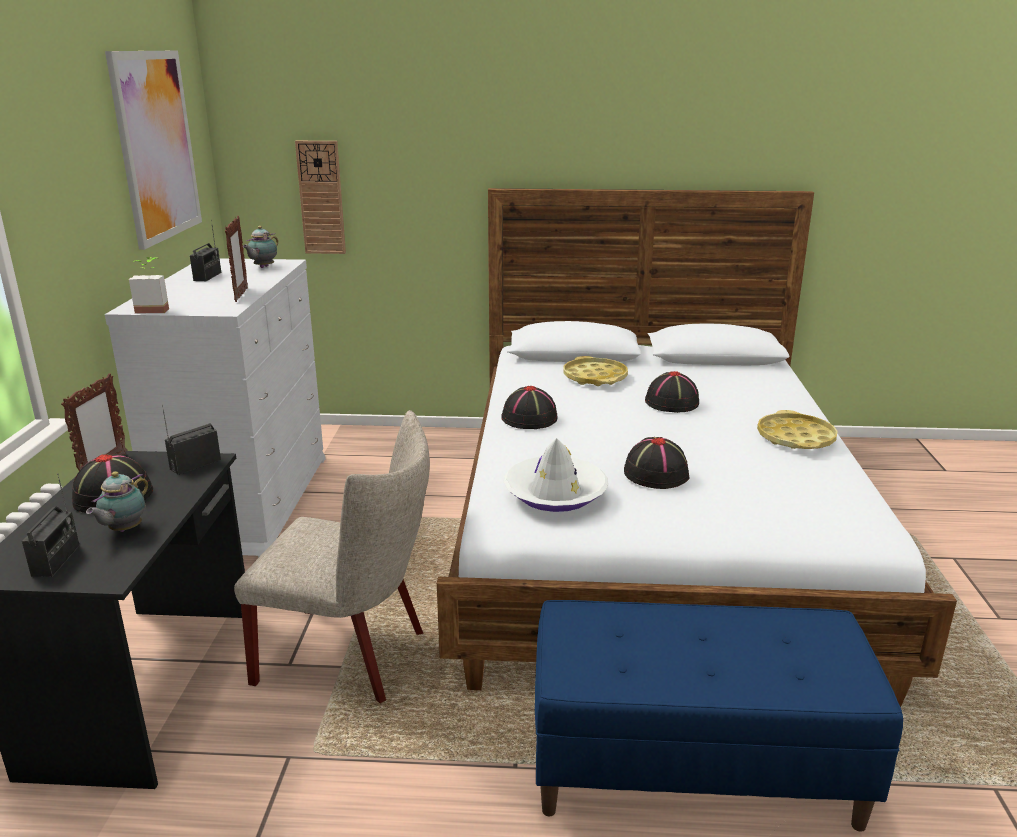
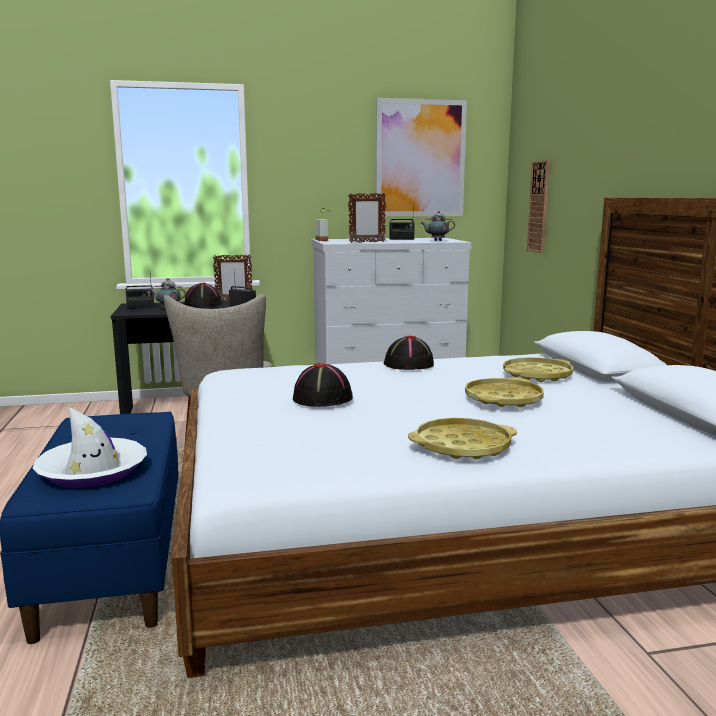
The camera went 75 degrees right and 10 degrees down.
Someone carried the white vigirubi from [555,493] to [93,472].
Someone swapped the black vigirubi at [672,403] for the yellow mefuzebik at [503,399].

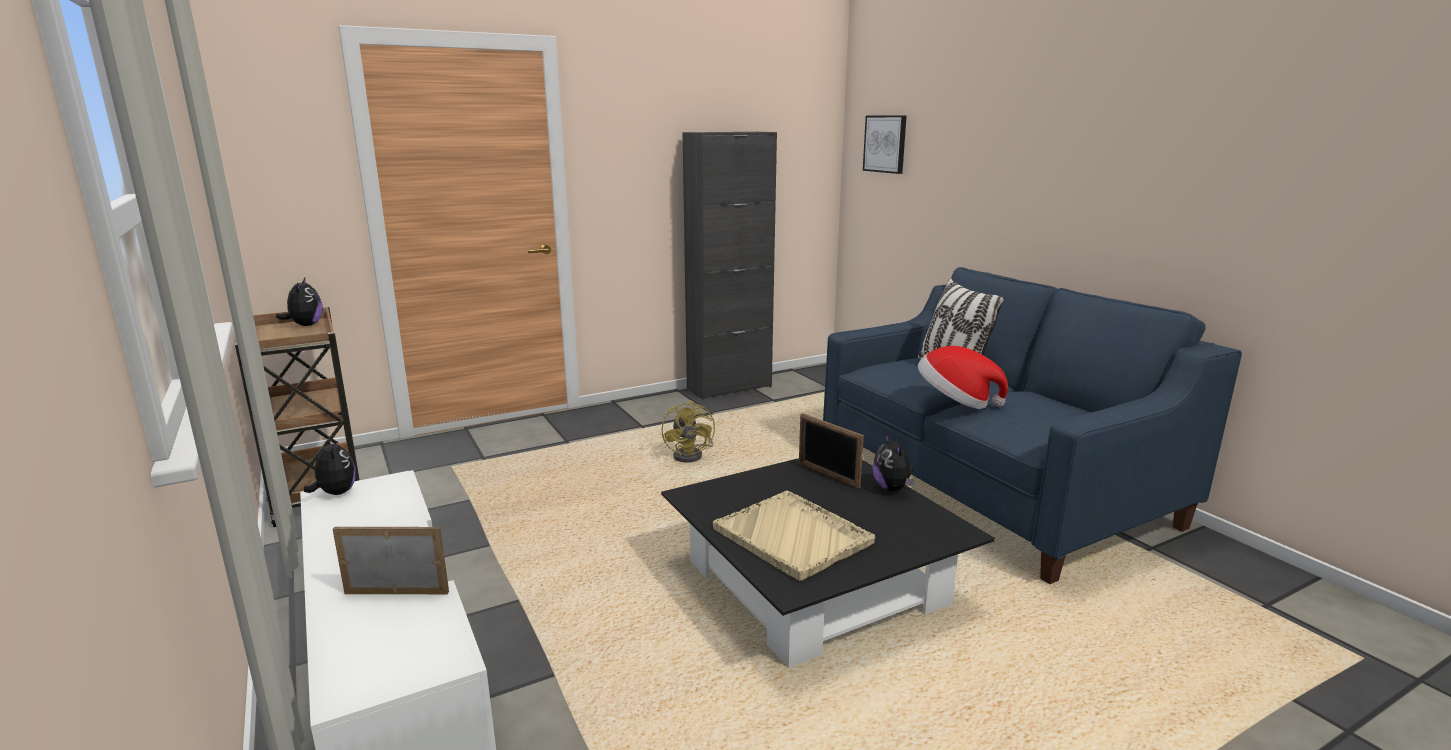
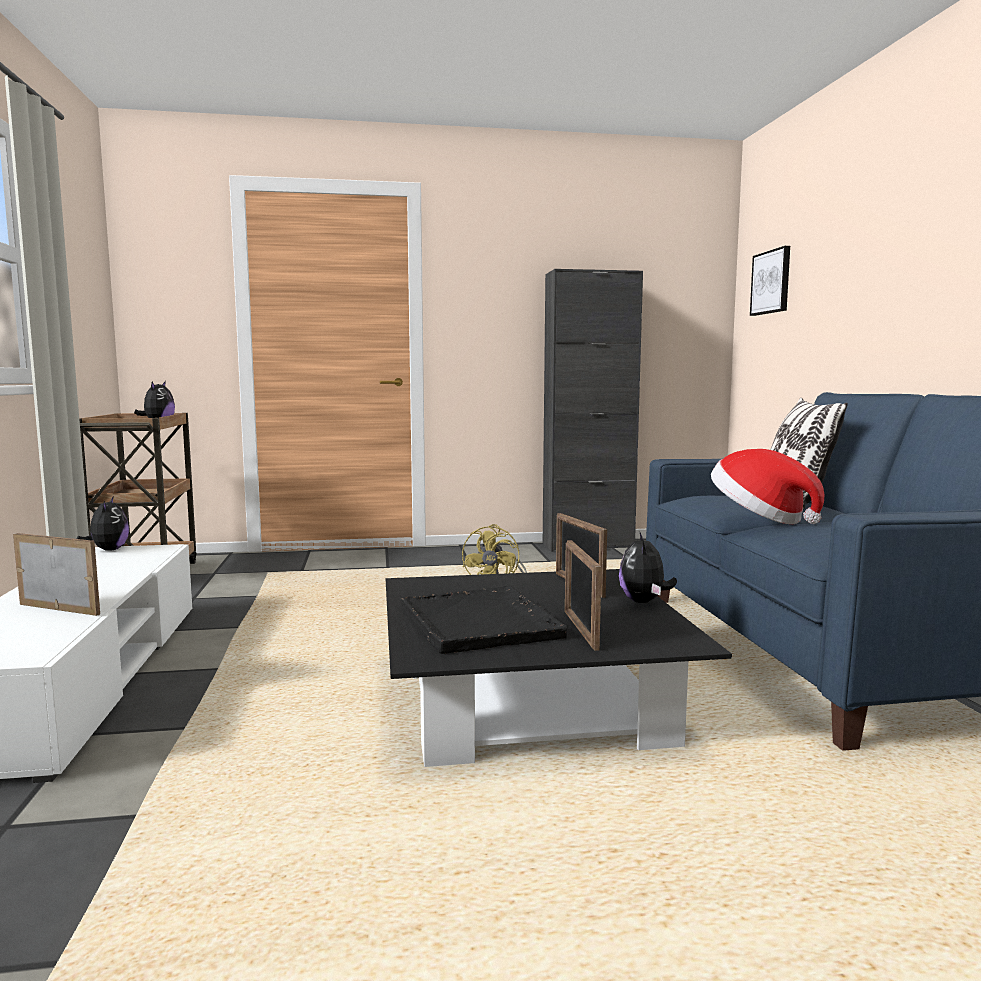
The camera went 20 degrees right and 10 degrees down.
Someone put down the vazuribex at [580,630].
Someone repainted the beige mefuzebik at [793,536], which became the black mefuzebik at [479,622].

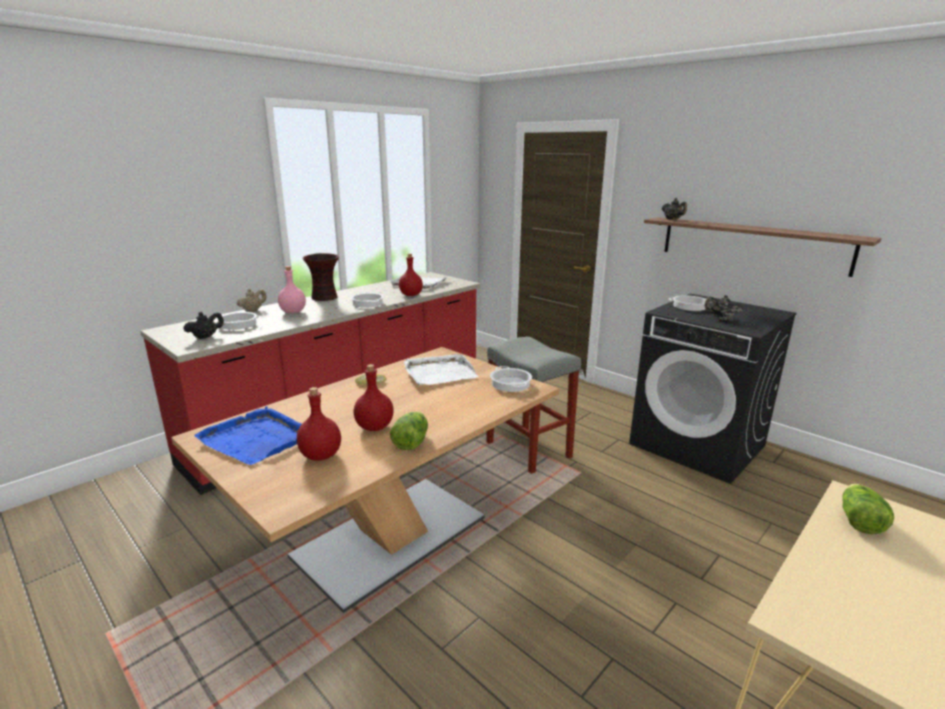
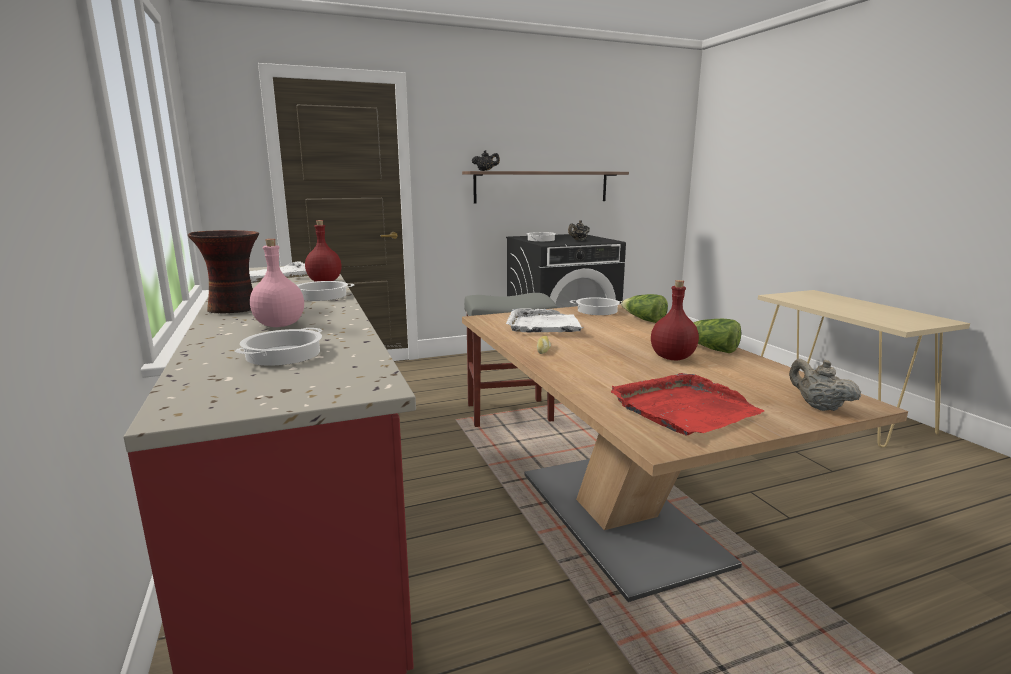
The camera went 65 degrees left and 5 degrees down.
Someone took away the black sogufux at [206,337].
Someone took away the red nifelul at [320,455].
Someone carried the beige sogufux from [253,311] to [818,407].
Someone carried the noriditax from [859,520] to [644,320].
Someone repainted the blue mefuzebik at [256,439], which became the red mefuzebik at [683,409].

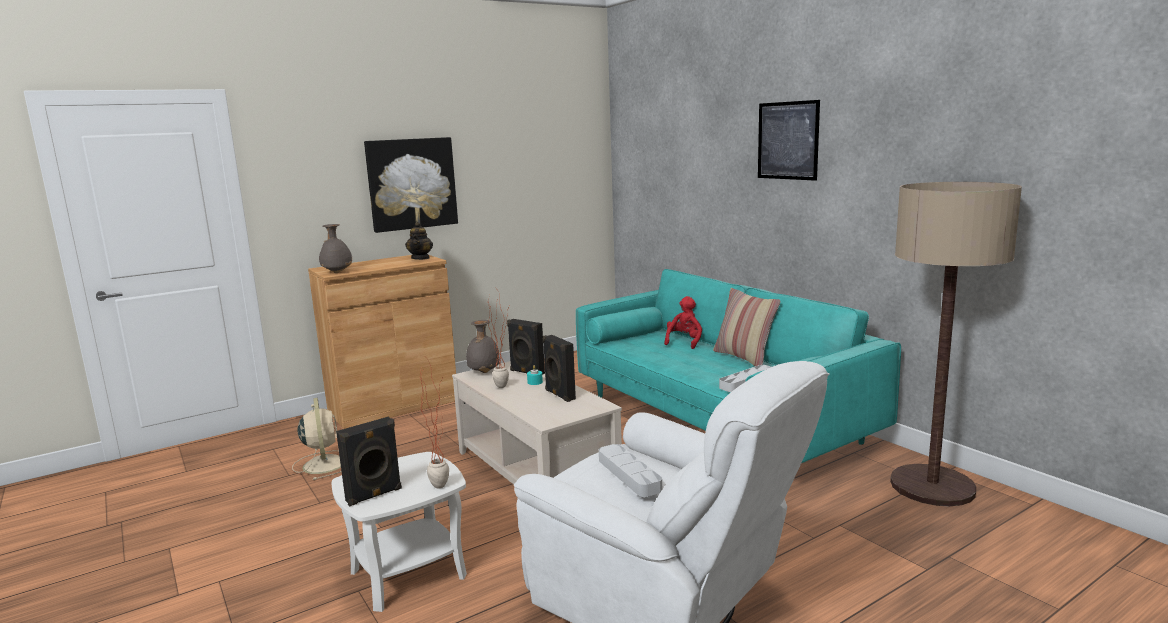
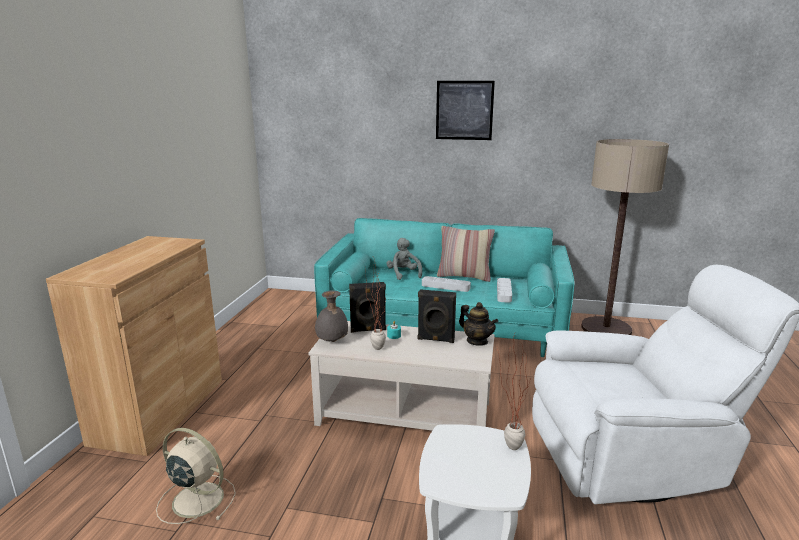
The camera went 45 degrees left and 5 degrees up.
Someone took away the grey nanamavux at [337,272].
Someone took away the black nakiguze at [374,495].
Someone took away the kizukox at [411,183].
Someone carried the sogufux from [420,258] to [477,341].
Someone carried the grey mefuzebik from [629,474] to [445,286].
Someone repainted the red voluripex at [684,342], which became the grey voluripex at [403,274].

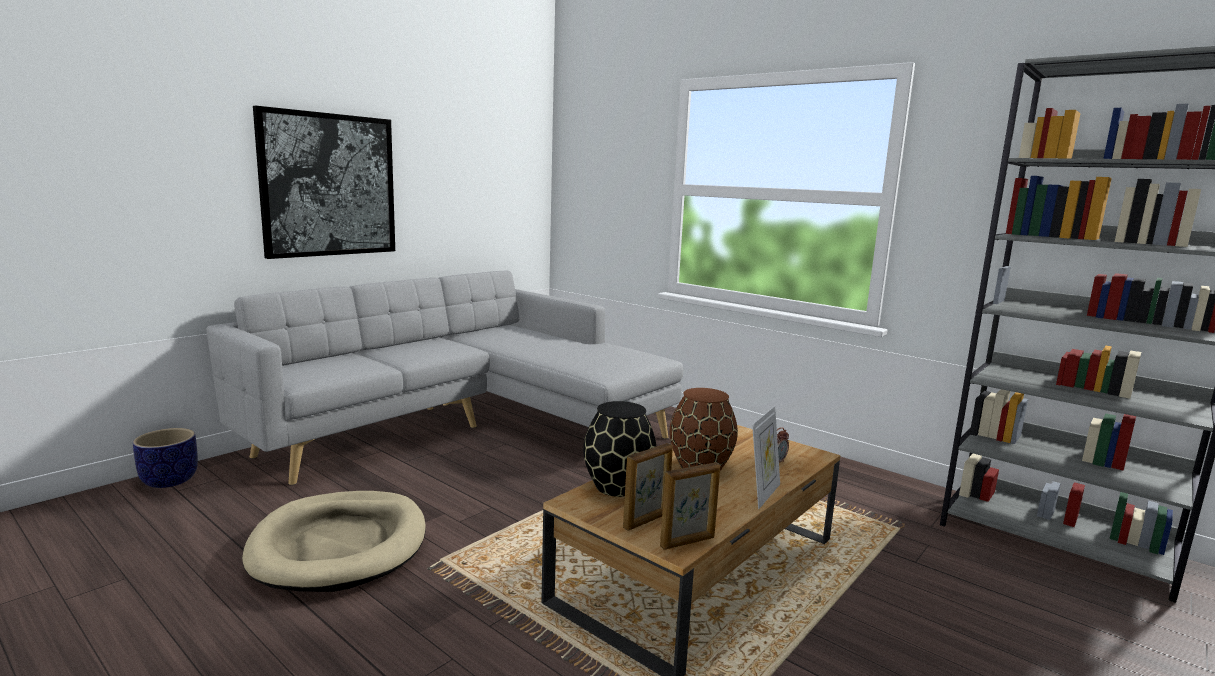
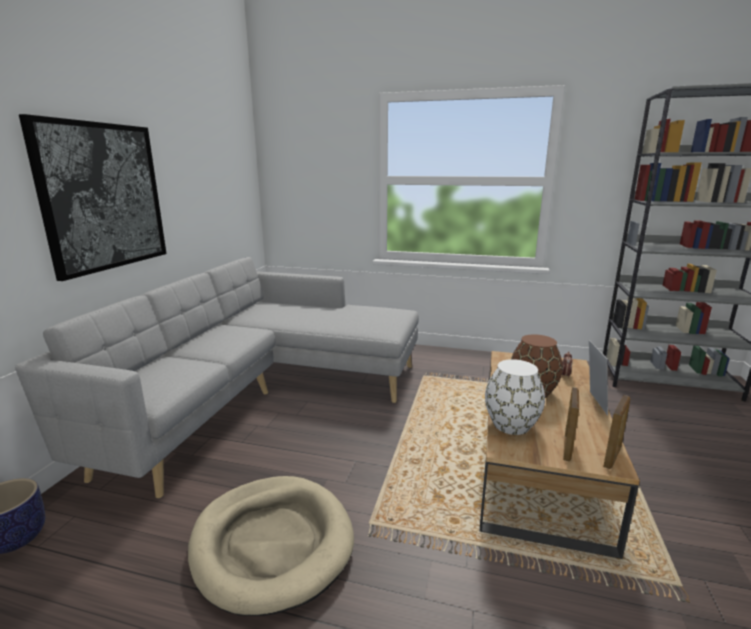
The camera went 25 degrees left and 5 degrees up.
Someone repainted the black nanamavux at [618,486], which became the white nanamavux at [511,424].

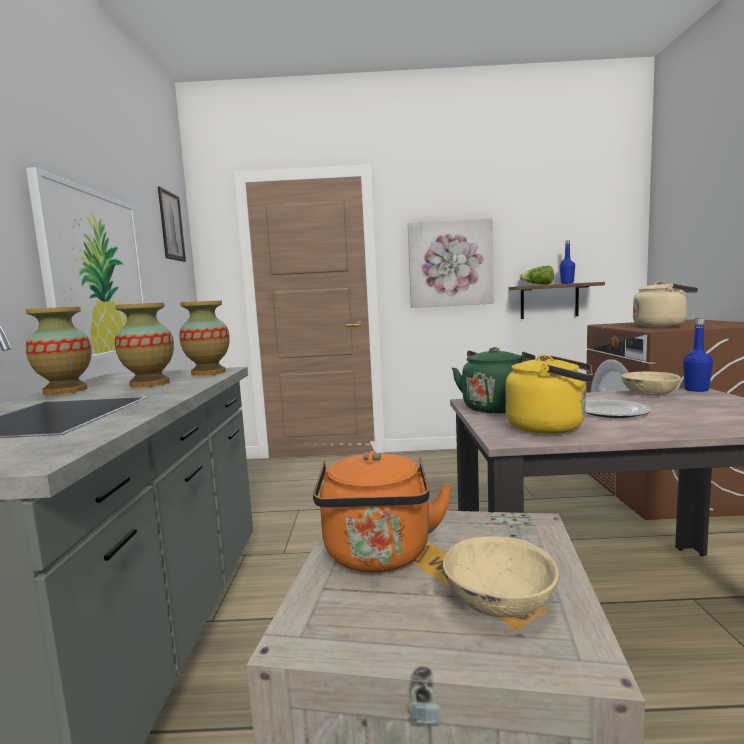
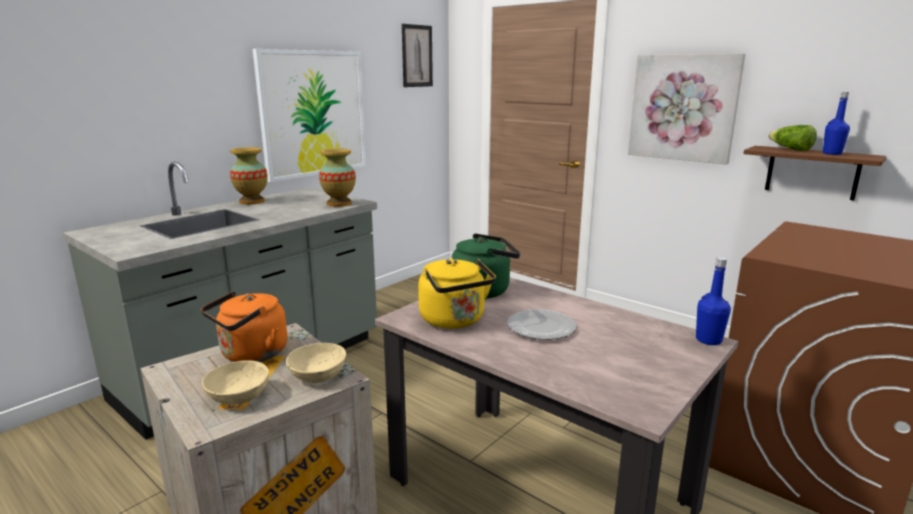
The camera went 40 degrees right and 10 degrees up.
Someone took away the nanamavux at [150,384].
Someone took away the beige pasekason at [662,326].
Someone carried the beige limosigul from [649,394] to [318,375].

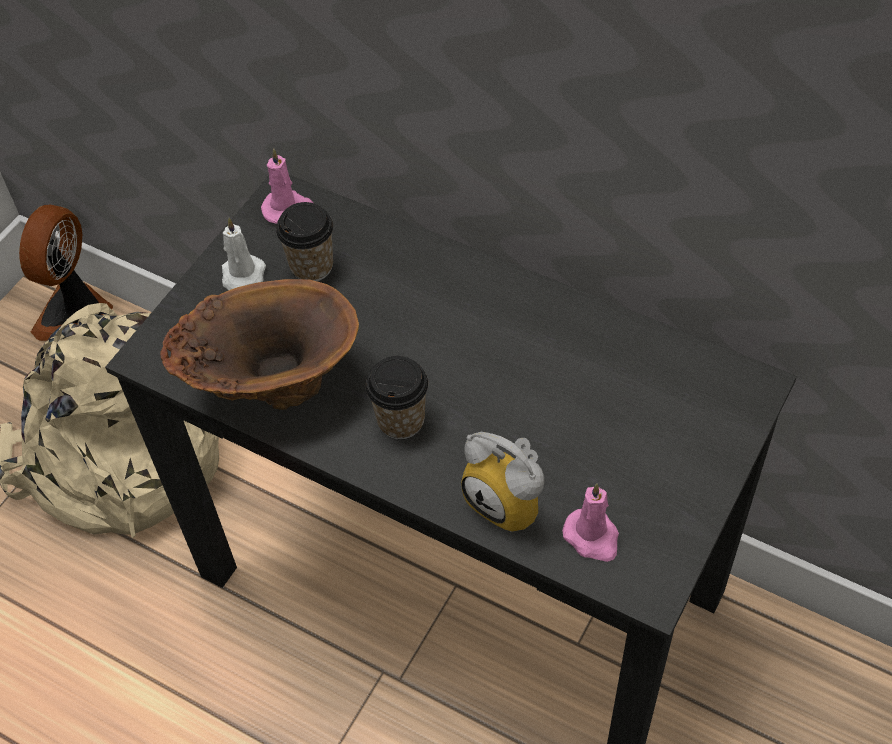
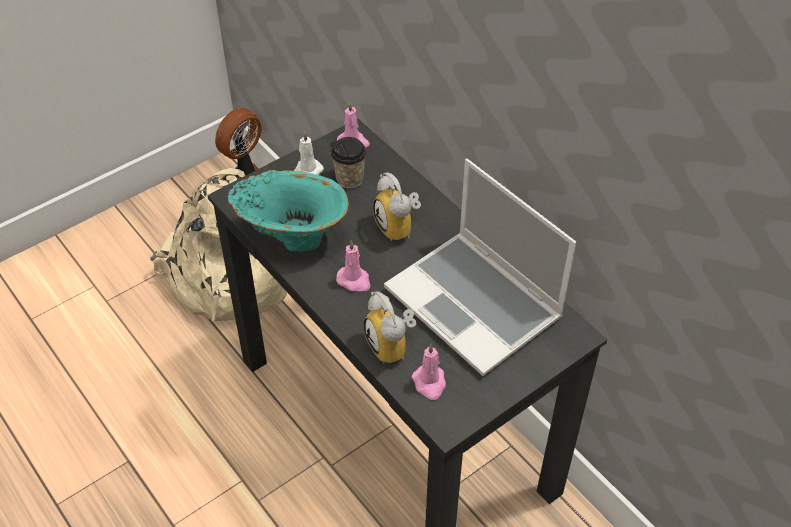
The camera went 20 degrees right and 5 degrees down.
Someone put down the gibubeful at [400,228].
Someone put down the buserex at [476,304].
Someone swapped the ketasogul at [401,420] for the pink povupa at [354,280].
Someone repainted the brown nanamavux at [272,386], which became the turquoise nanamavux at [292,237].

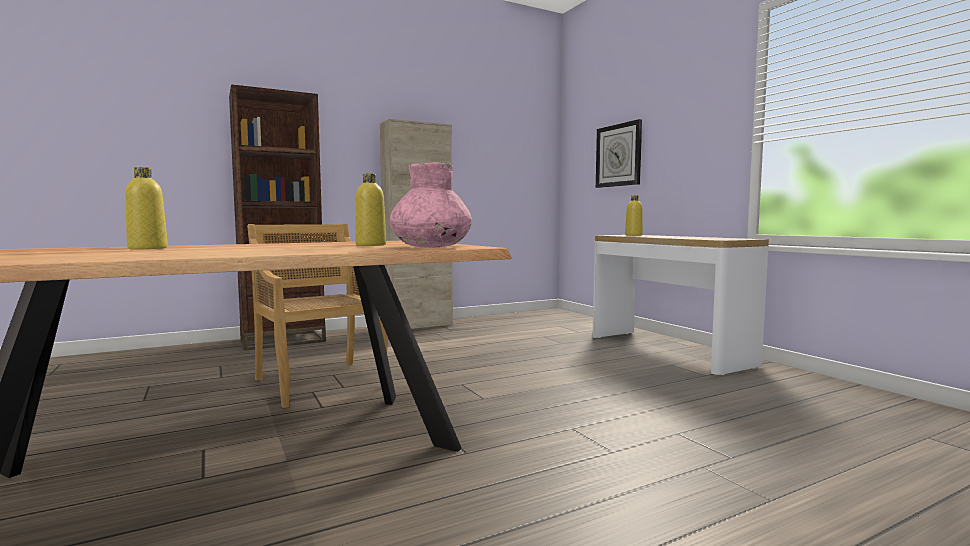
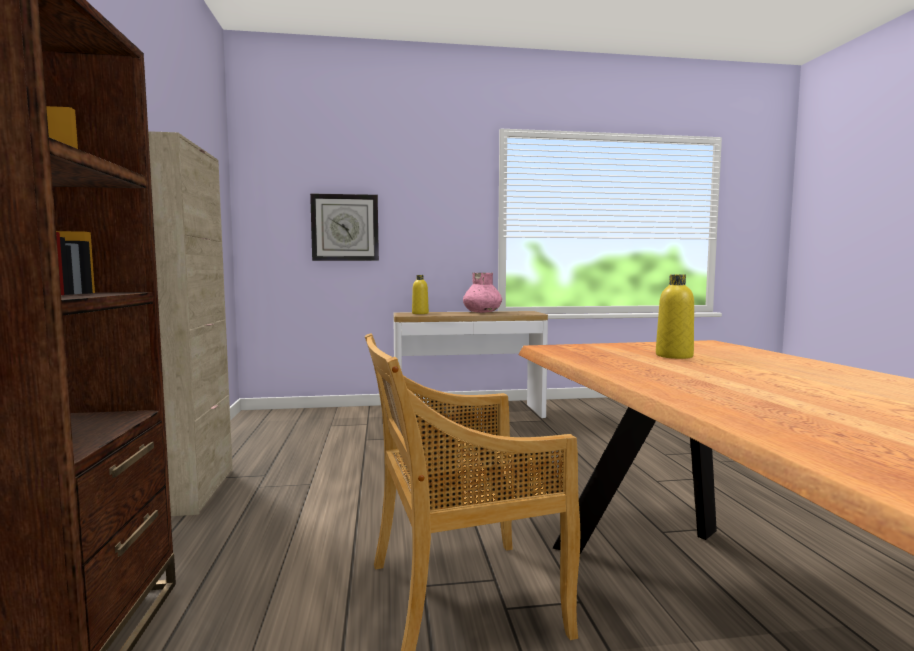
The camera went 70 degrees left and 0 degrees up.
Someone took away the yellow nifelul at [147,248].
Someone carried the pink nanamavux from [431,247] to [482,312].

